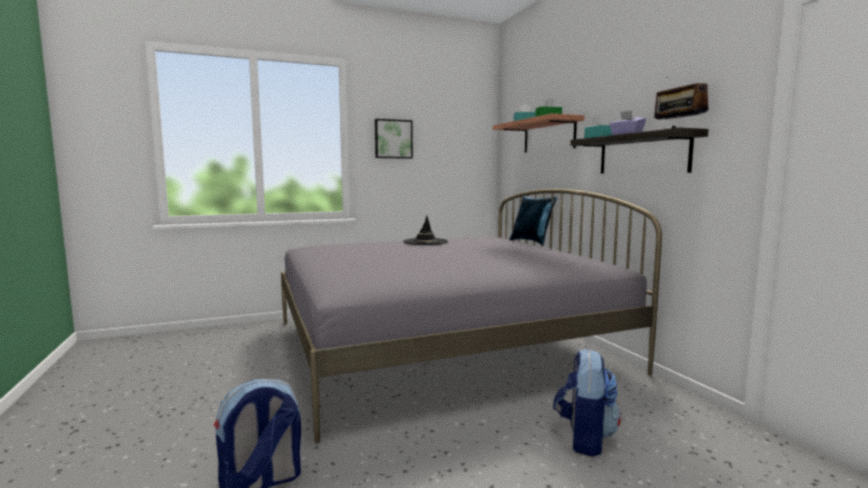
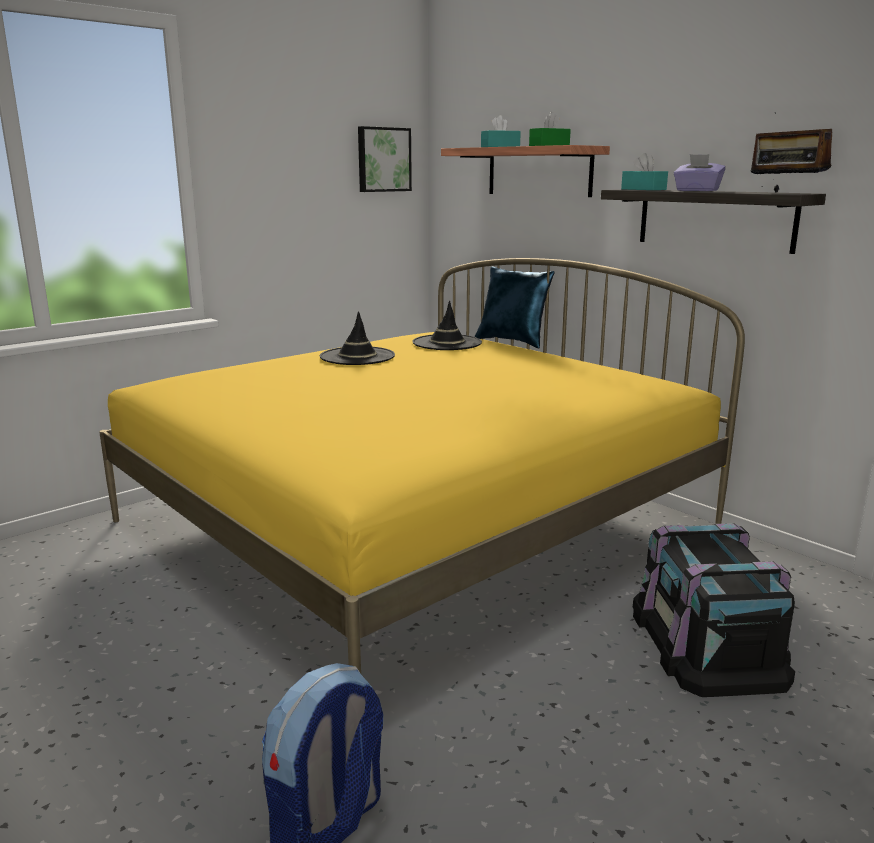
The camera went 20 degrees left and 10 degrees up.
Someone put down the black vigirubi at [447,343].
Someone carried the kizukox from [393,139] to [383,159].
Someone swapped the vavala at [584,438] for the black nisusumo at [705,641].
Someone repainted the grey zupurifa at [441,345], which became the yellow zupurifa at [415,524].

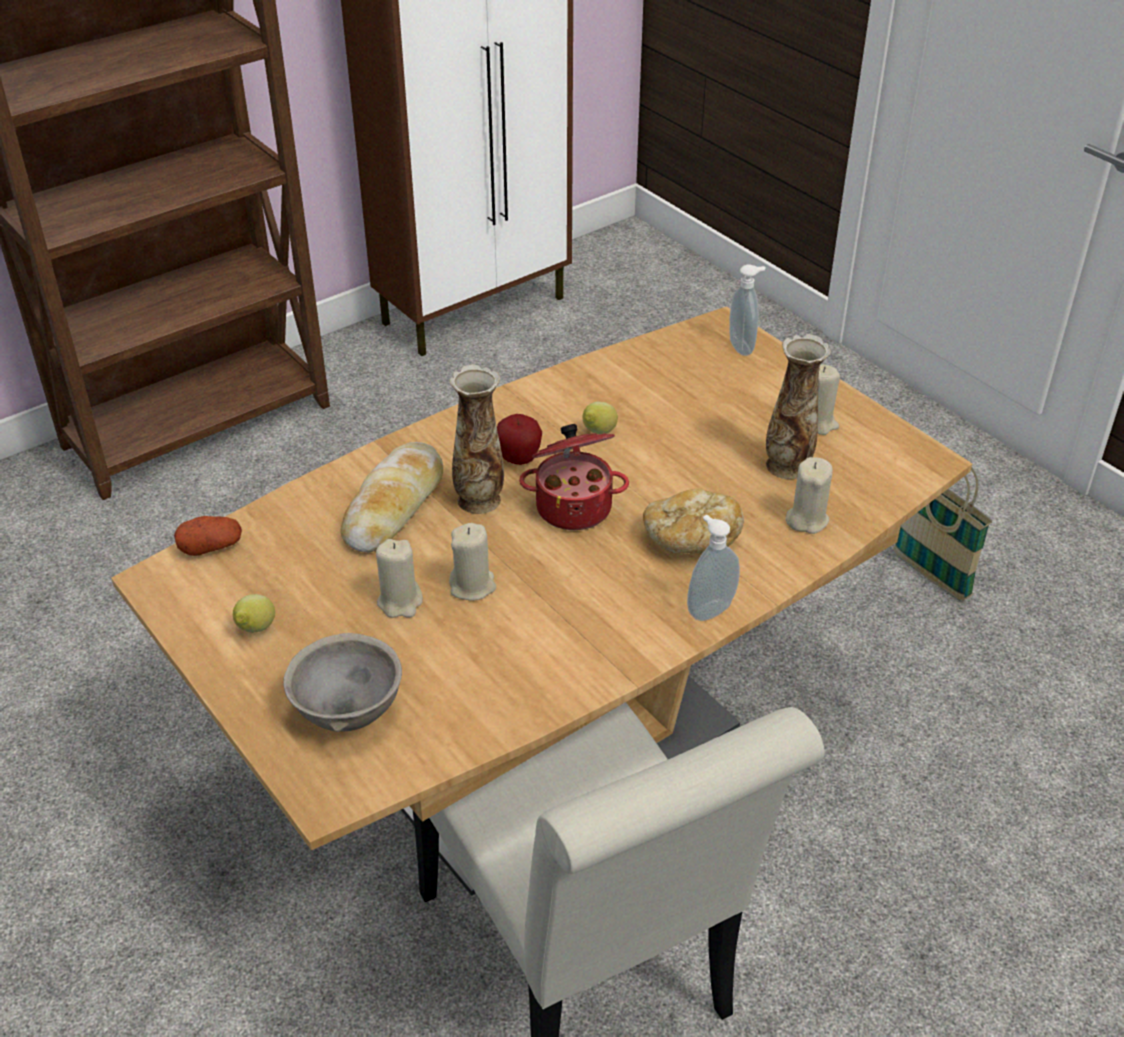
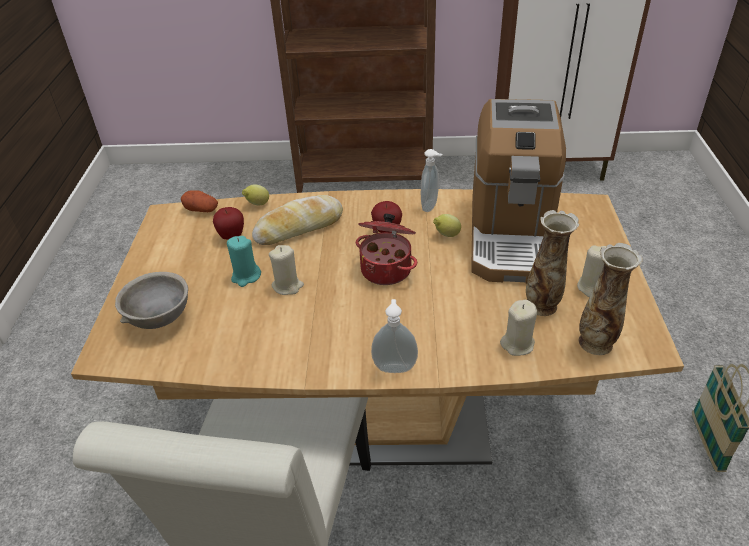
The camera went 40 degrees right and 0 degrees up.
Someone took away the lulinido at [690,540].
Someone put down the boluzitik at [232,236].
Someone put down the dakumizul at [511,235].
Someone carried the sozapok from [255,630] to [257,204].
Someone carried the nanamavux from [479,499] to [596,342].
Someone carried the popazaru from [743,347] to [431,206].
Someone repainted the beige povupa at [400,602], which became the turquoise povupa at [246,276].

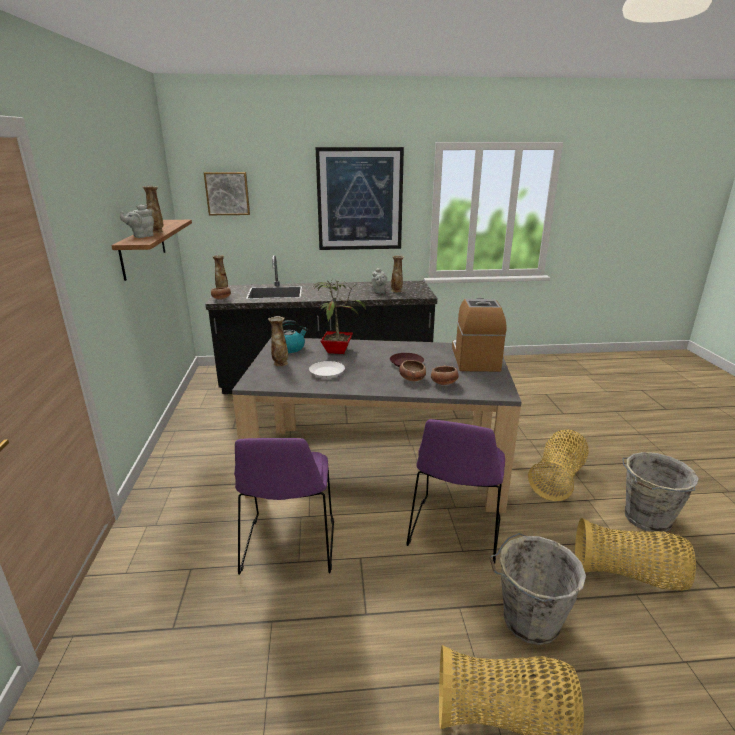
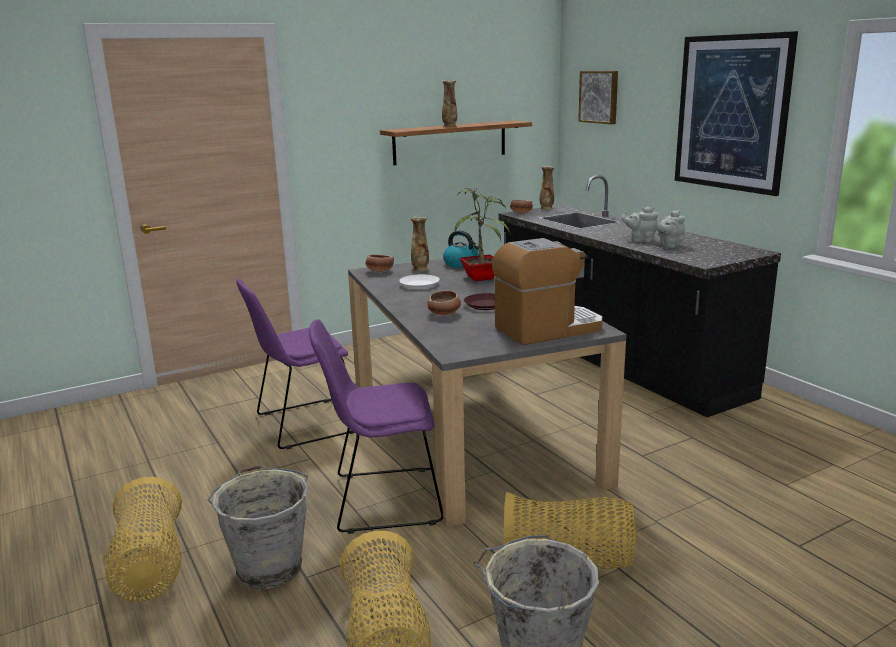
The camera went 65 degrees right and 5 degrees down.
Someone took away the nanamavux at [396,291].
Someone carried the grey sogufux from [142,236] to [640,240].
Someone carried the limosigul from [444,383] to [379,271].

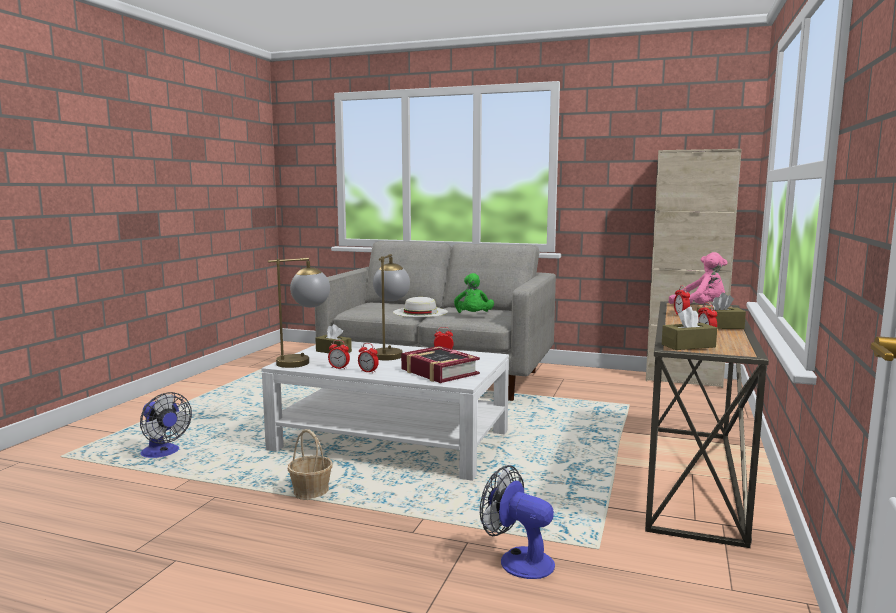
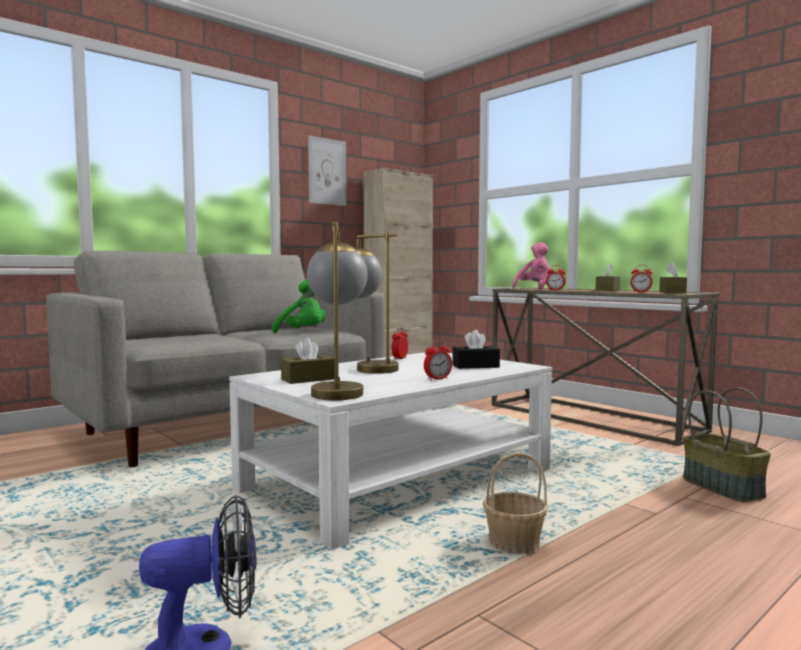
The camera went 60 degrees left and 5 degrees down.
Someone took away the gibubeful at [339,368].
Someone took away the white vigirubi at [420,312].
Someone put up the kizukox at [327,171].
Someone swapped the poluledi at [439,372] for the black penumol at [475,366].
Someone swapped the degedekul at [518,560] for the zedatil at [724,488].

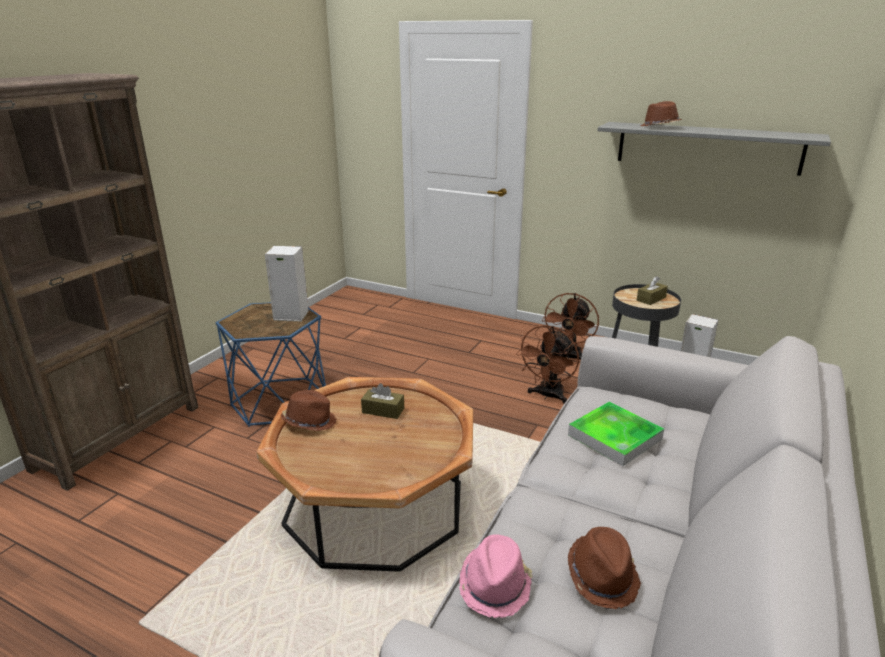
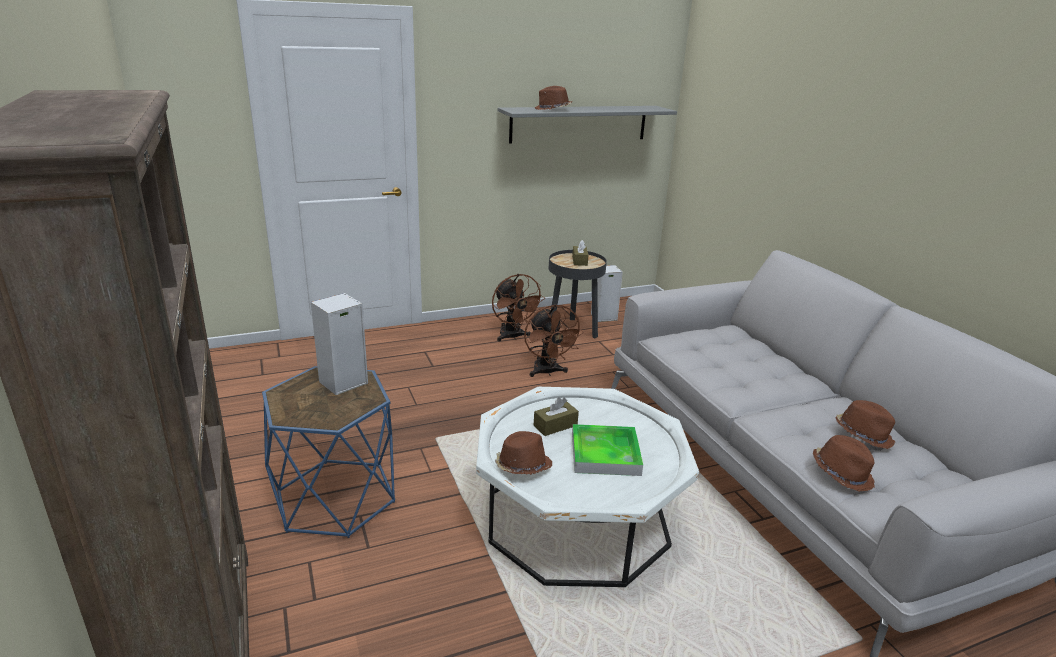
The camera went 50 degrees left and 0 degrees up.
Someone carried the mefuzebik from [614,437] to [605,454].
Someone repainted the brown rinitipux at [375,505], which became the white rinitipux at [577,519].
Someone repainted the pink vigirubi at [495,585], which became the brown vigirubi at [842,473].

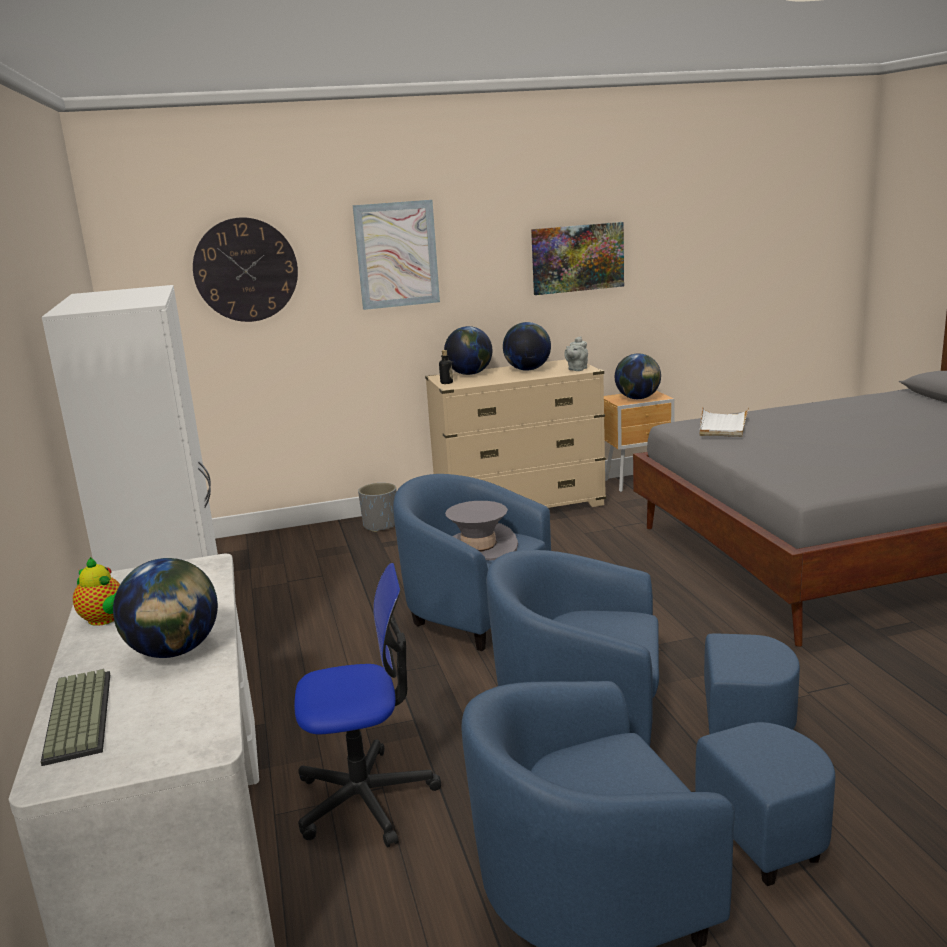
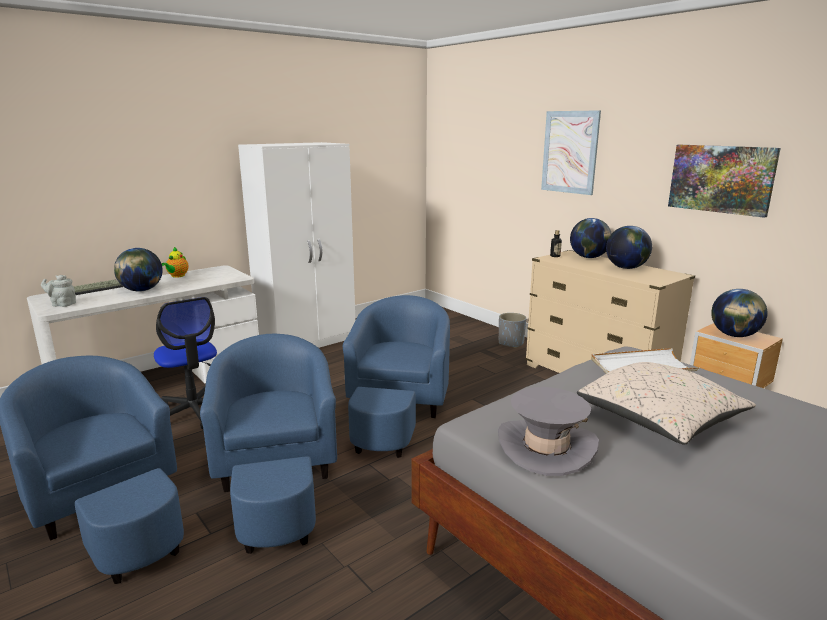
The camera went 65 degrees right and 0 degrees up.
Someone took away the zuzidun at [245,270].
Someone put down the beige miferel at [660,420].
Someone carried the grey vigirubi from [478,547] to [546,447].
Someone carried the grey sogufux from [576,369] to [62,304].

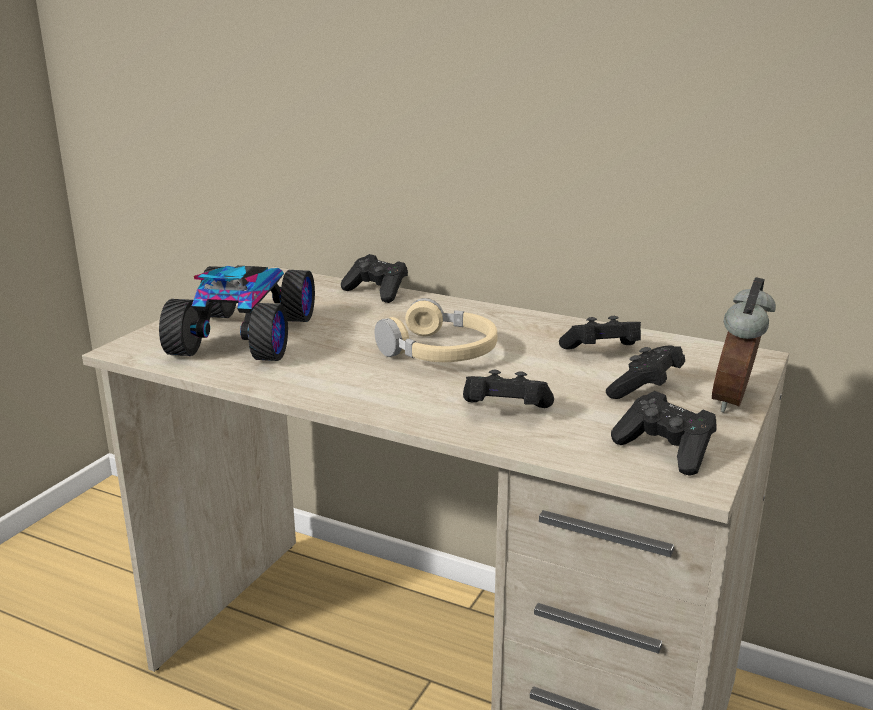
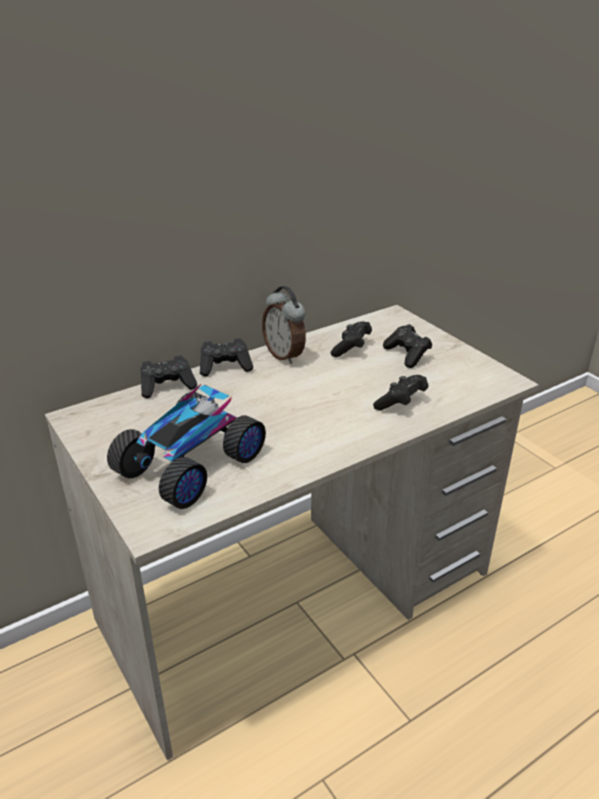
The camera went 60 degrees left and 10 degrees up.
Someone took away the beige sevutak at [440,352].
Someone carried the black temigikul from [666,451] to [225,367].
Someone carried the gibubeful from [736,401] to [285,355].
Someone rotated the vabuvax at [247,336] by 90 degrees counterclockwise.

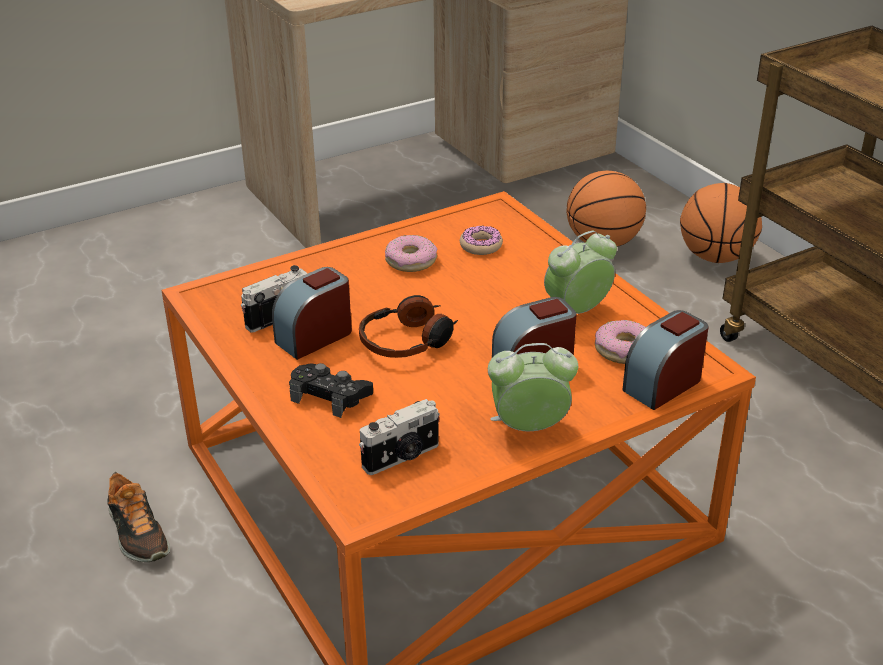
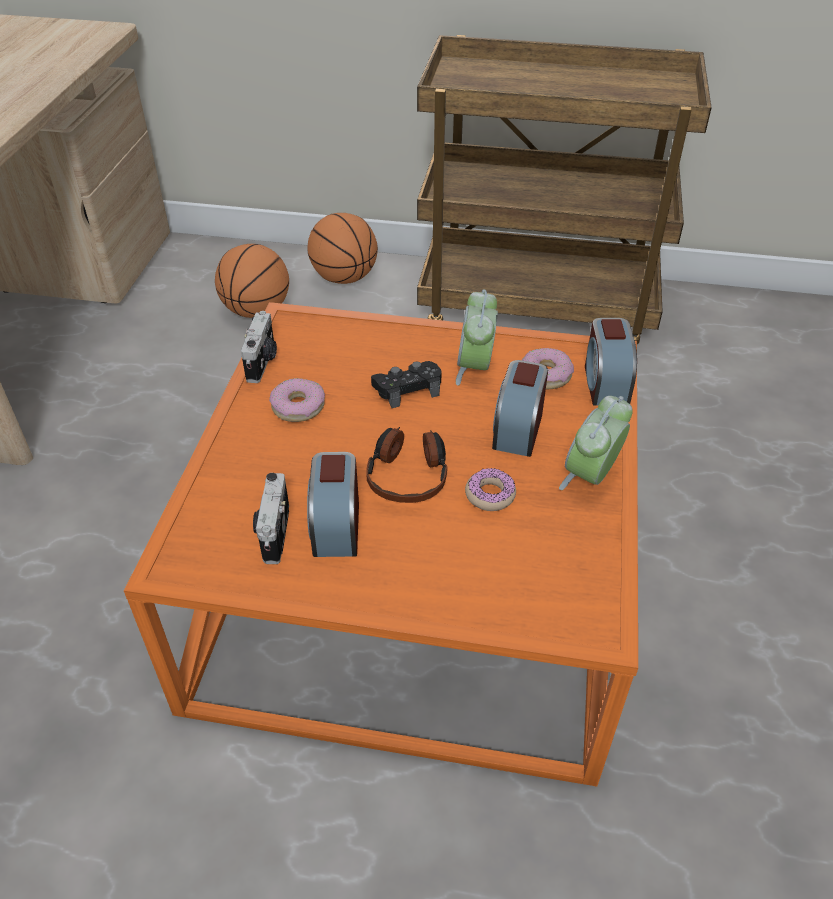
The camera went 50 degrees left and 10 degrees up.
Someone took away the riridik at [137,534].
Someone carried the black temigikul from [330,396] to [407,389].
Someone carried the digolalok from [402,457] to [262,362].
Someone carried the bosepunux from [481,246] to [490,495].

